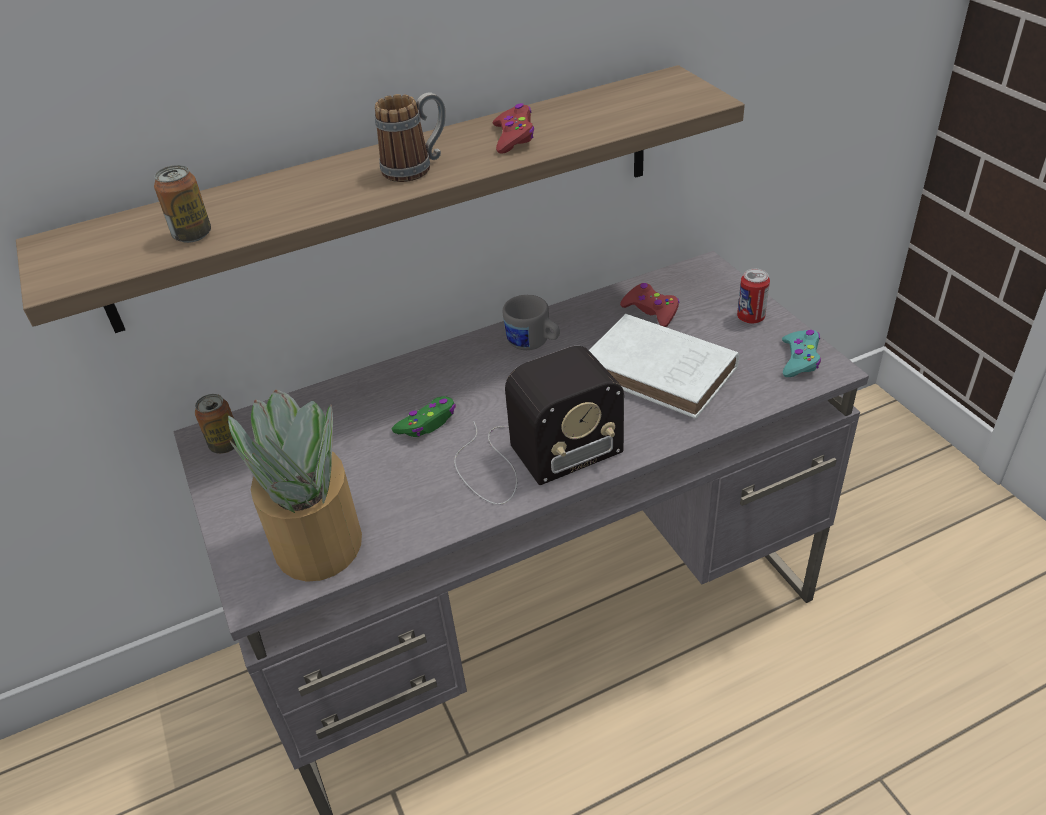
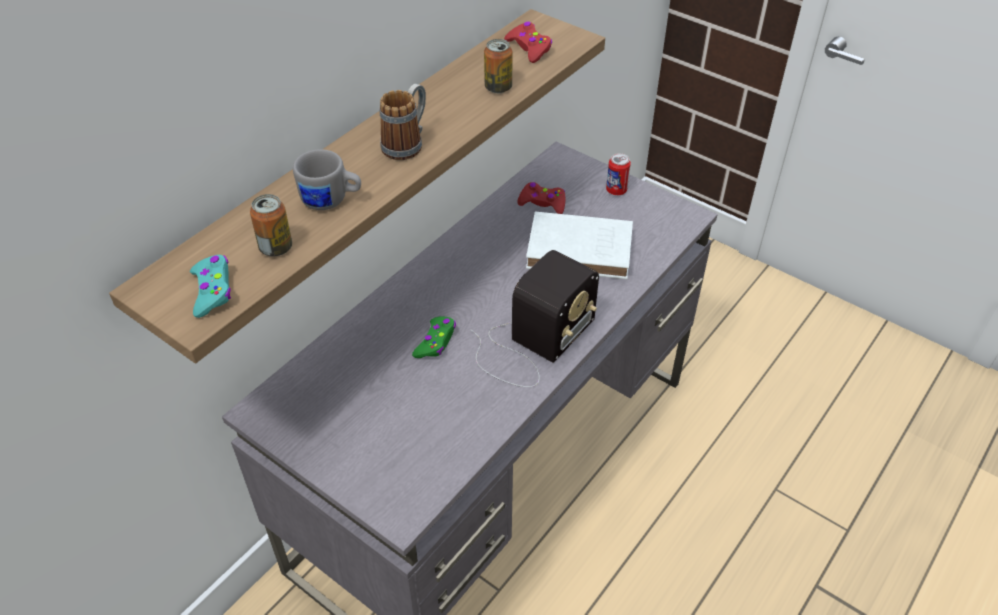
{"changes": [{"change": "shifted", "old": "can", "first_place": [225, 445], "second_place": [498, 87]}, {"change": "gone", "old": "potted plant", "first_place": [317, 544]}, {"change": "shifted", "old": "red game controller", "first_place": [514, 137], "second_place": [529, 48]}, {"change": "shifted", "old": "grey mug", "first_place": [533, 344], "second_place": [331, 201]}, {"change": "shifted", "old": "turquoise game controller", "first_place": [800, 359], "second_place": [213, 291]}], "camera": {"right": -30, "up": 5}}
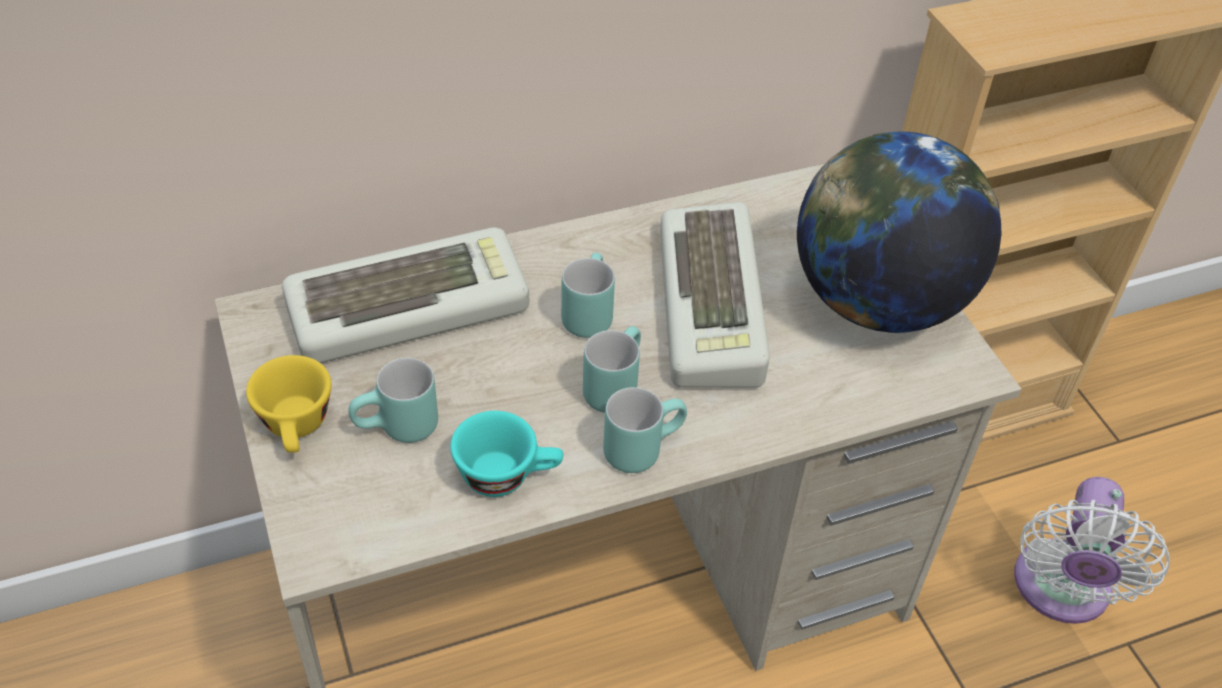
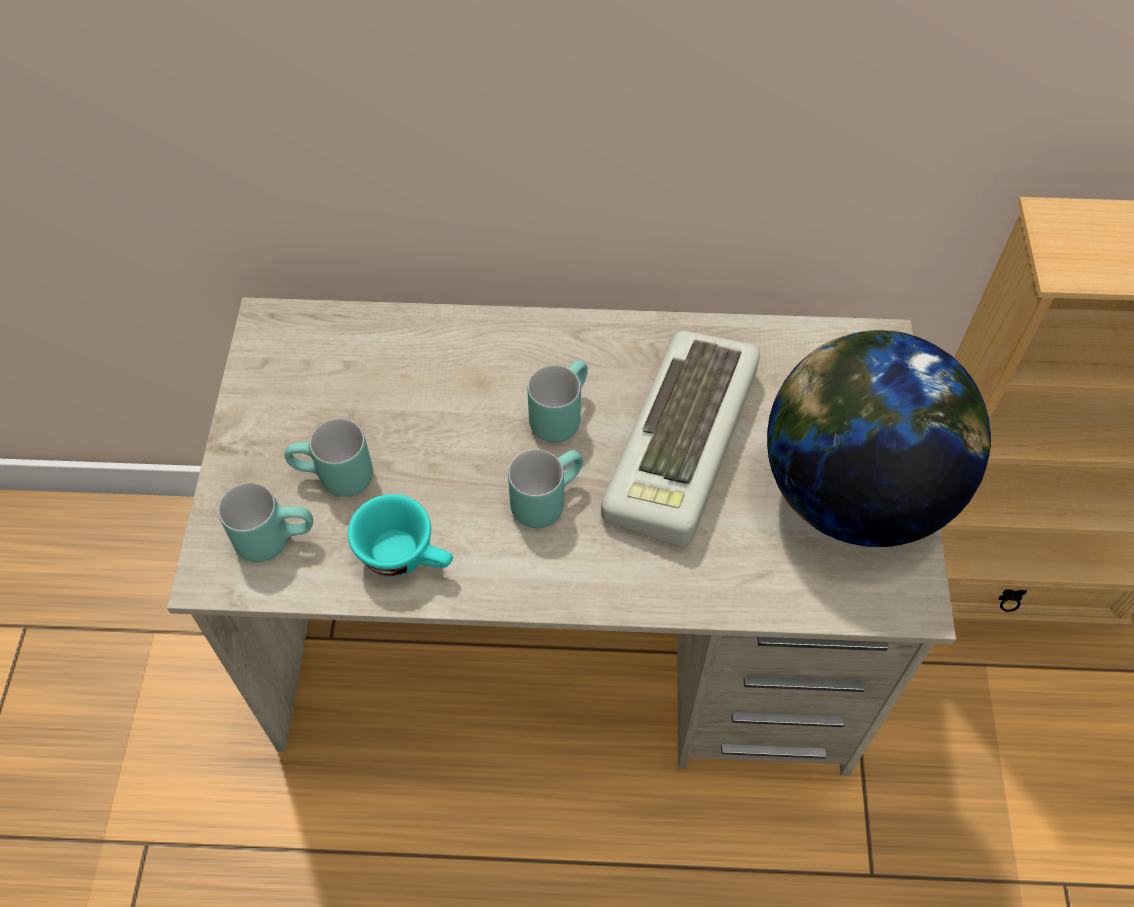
{"changes": [{"change": "gone", "old": "yellow cup", "first_place": [297, 428]}, {"change": "gone", "old": "keyboard", "first_place": [410, 305]}, {"change": "shifted", "old": "turquoise mug", "first_place": [641, 446], "second_place": [275, 536]}, {"change": "gone", "old": "white fan", "first_place": [1060, 591]}], "camera": {"right": 25, "up": 10}}
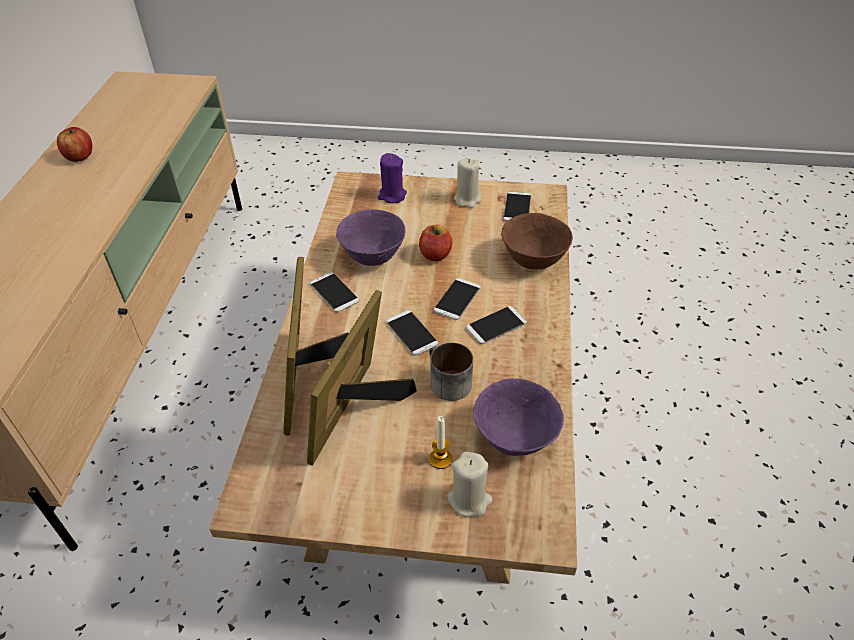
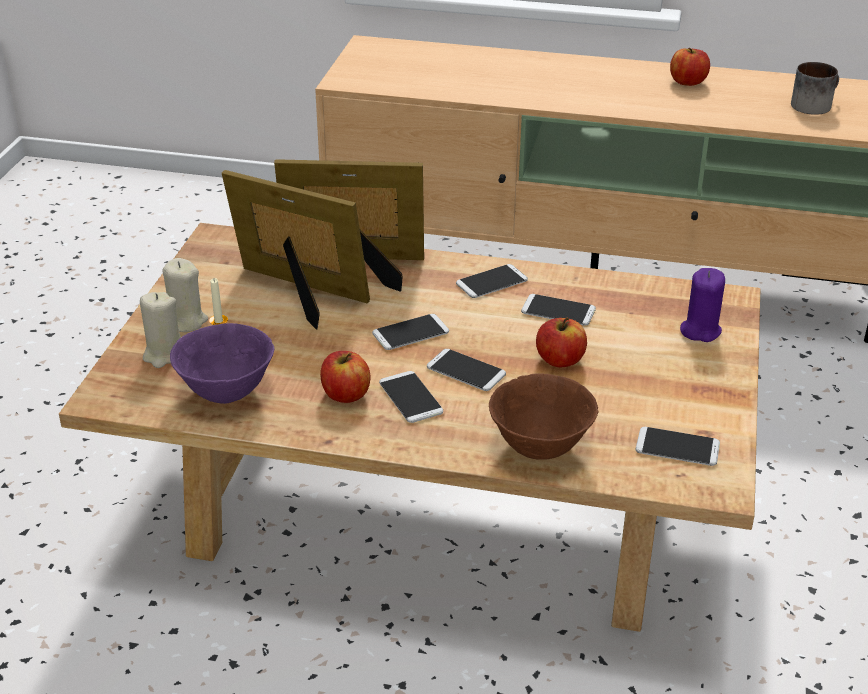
{"changes": [{"change": "swapped", "old": "purple bowl", "new": "phone", "first_place": [373, 257], "second_place": [558, 311]}, {"change": "shifted", "old": "mug", "first_place": [446, 382], "second_place": [813, 104]}, {"change": "shifted", "old": "beige candle", "first_place": [467, 199], "second_place": [185, 321]}, {"change": "new", "new": "apple", "second_place": [345, 394]}], "camera": {"right": 95, "up": -10}}
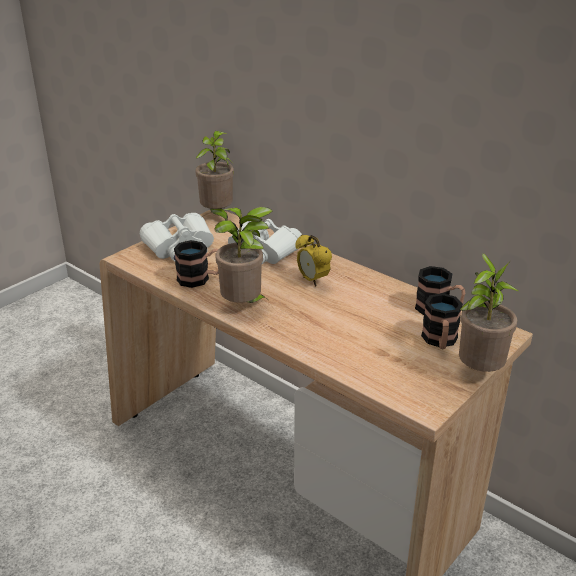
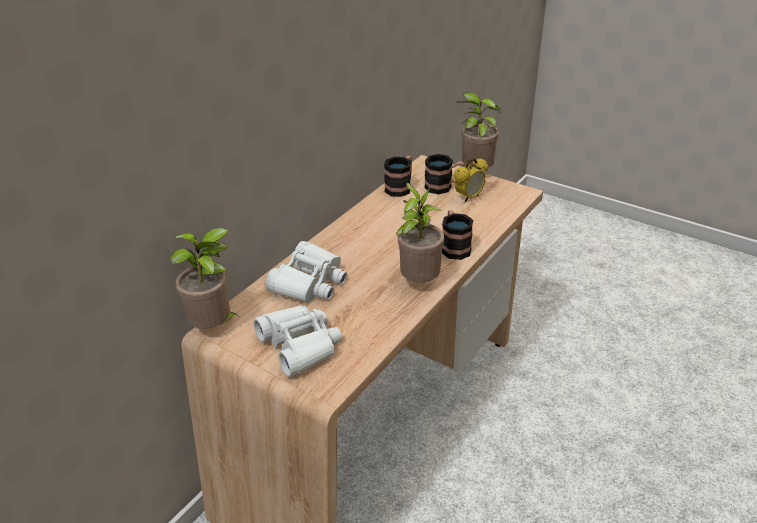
{"changes": [{"change": "shifted", "old": "mug", "first_place": [200, 279], "second_place": [454, 246]}, {"change": "shifted", "old": "alarm clock", "first_place": [312, 281], "second_place": [469, 197]}], "camera": {"right": -95, "up": 5}}
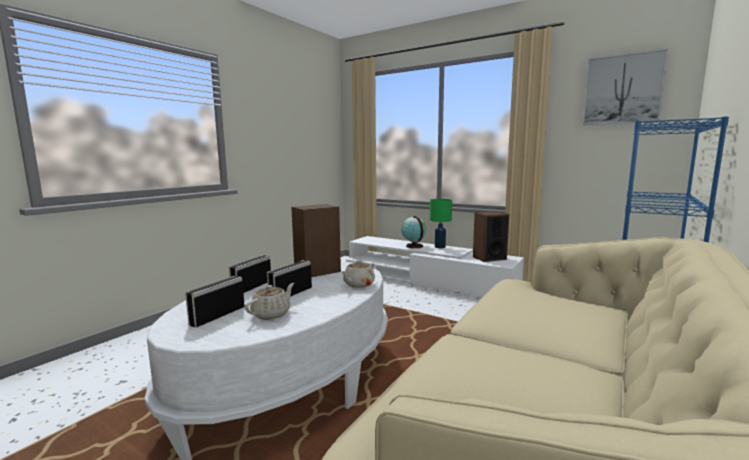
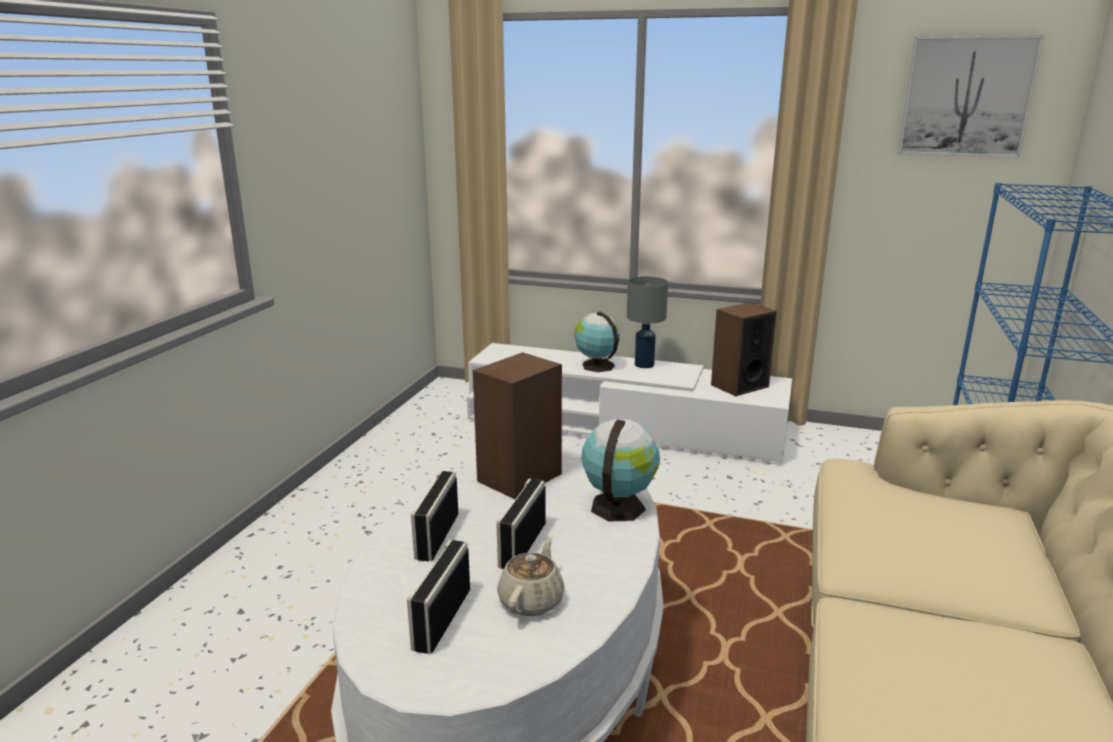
{"changes": [{"change": "swapped", "old": "beige teapot", "new": "globe", "first_place": [358, 284], "second_place": [618, 505]}, {"change": "repainted", "old": "green table lamp", "new": "grey table lamp", "first_place": [439, 247], "second_place": [643, 365]}], "camera": {"right": -15, "up": 10}}
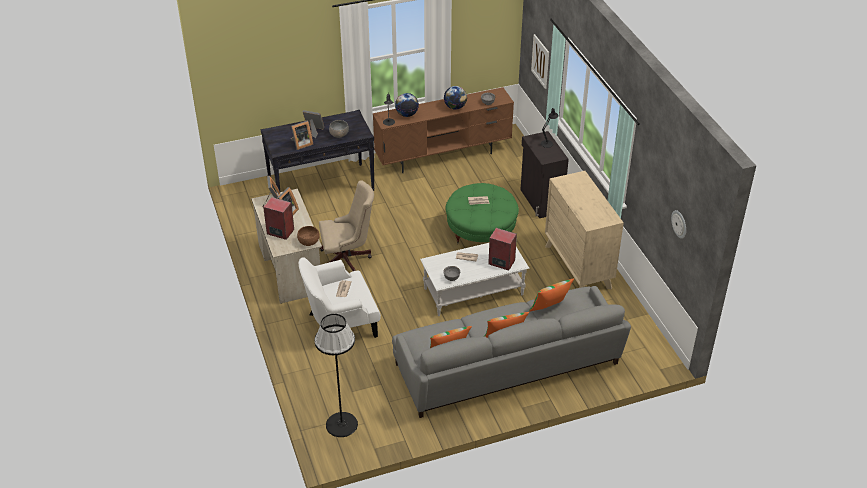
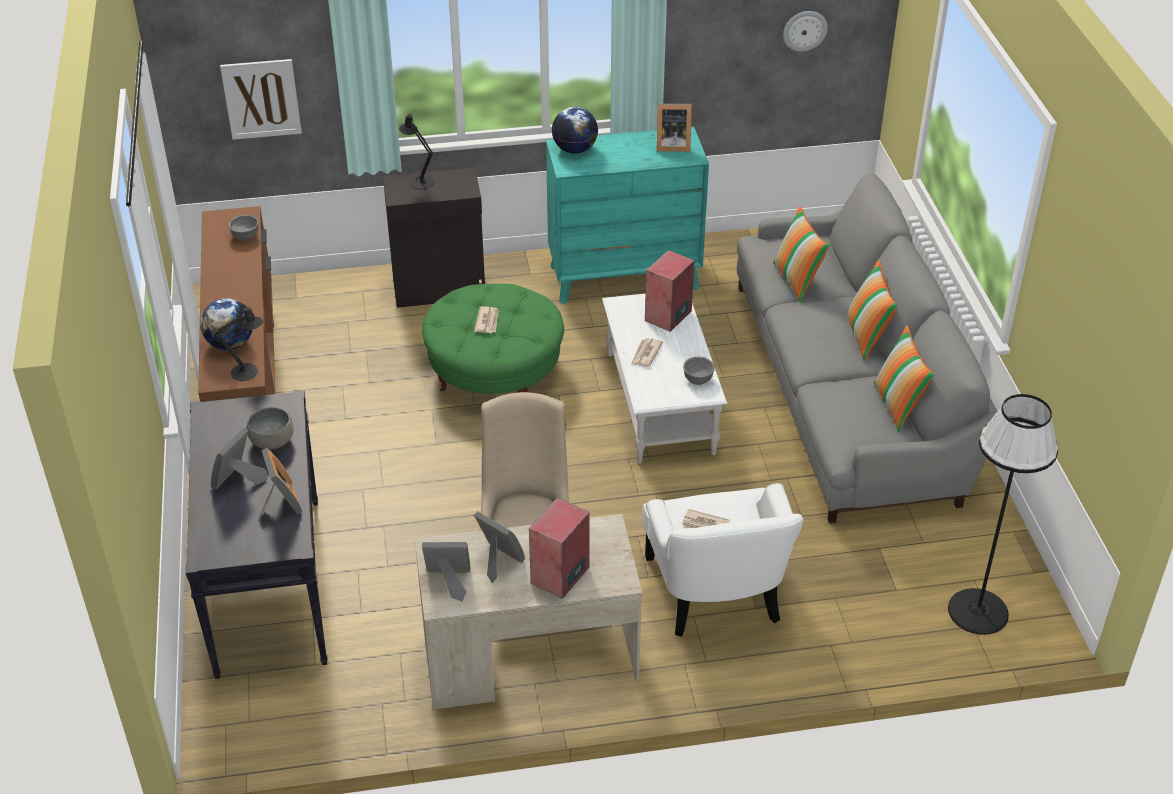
{"changes": [{"change": "gone", "old": "brown bowl", "first_place": [309, 242]}, {"change": "shifted", "old": "globe", "first_place": [455, 107], "second_place": [575, 149]}, {"change": "repainted", "old": "beige dresser", "new": "turquoise dresser", "first_place": [578, 266], "second_place": [624, 277]}, {"change": "new", "new": "picture frame", "second_place": [671, 145]}], "camera": {"right": -80, "up": 0}}
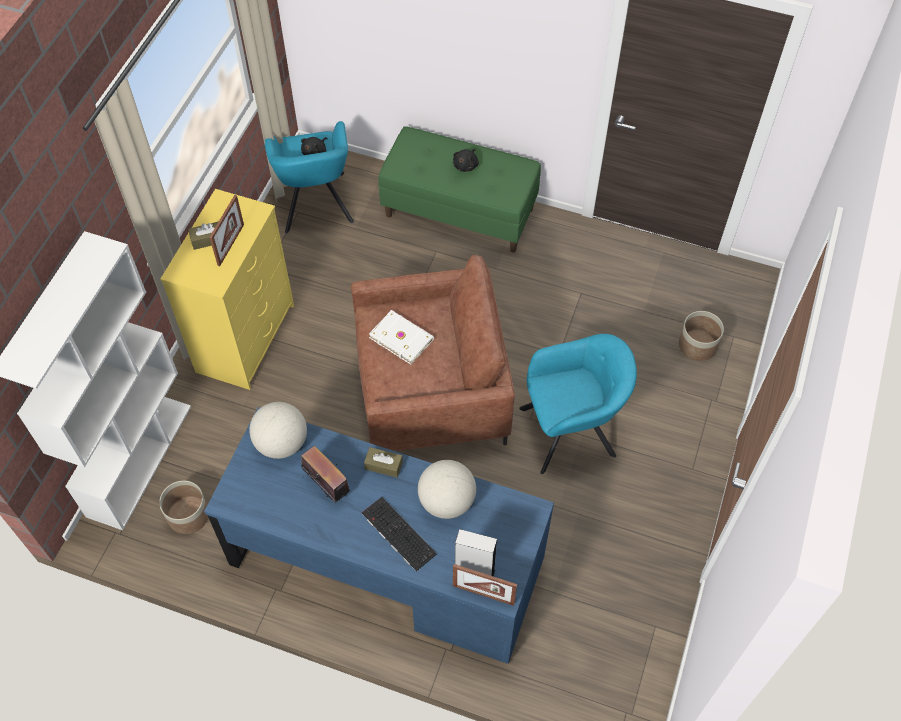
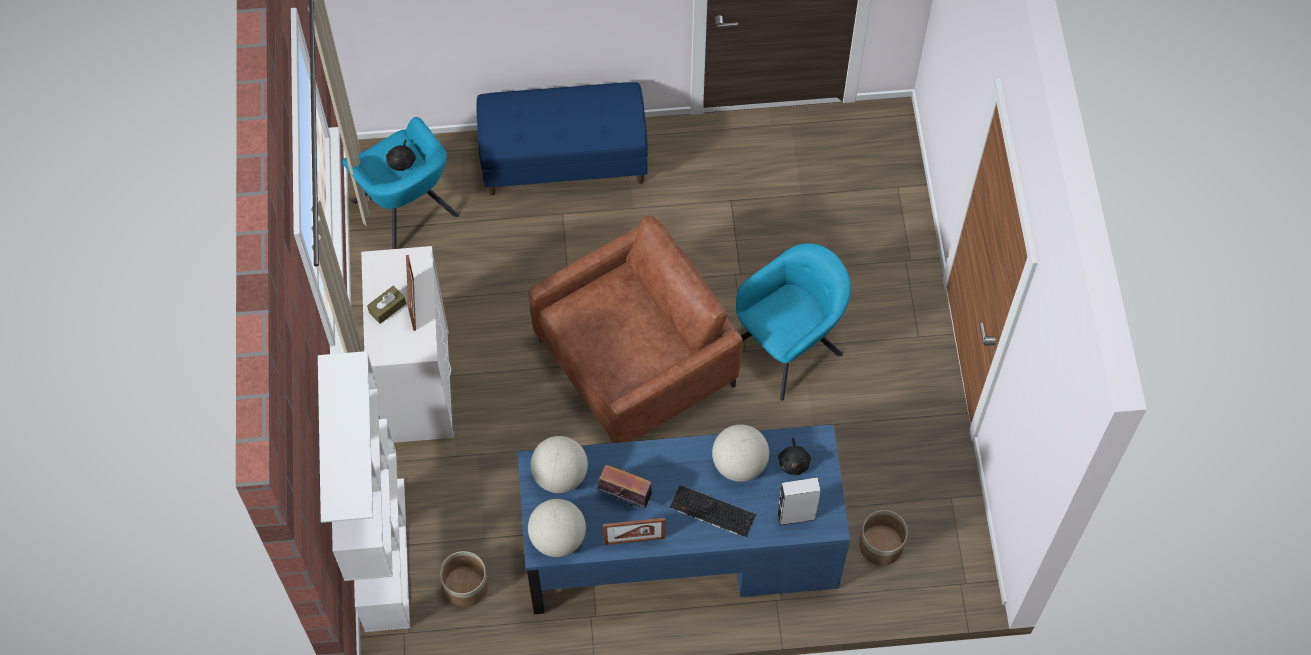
{"changes": [{"change": "repainted", "old": "yellow dresser", "new": "white dresser", "first_place": [246, 337], "second_place": [418, 385]}, {"change": "gone", "old": "brown tissue box", "first_place": [383, 465]}, {"change": "gone", "old": "white book", "first_place": [401, 337]}, {"change": "repainted", "old": "green bench", "new": "blue bench", "first_place": [460, 212], "second_place": [564, 160]}, {"change": "shifted", "old": "black plush toy", "first_place": [466, 165], "second_place": [794, 462]}, {"change": "shifted", "old": "picture frame", "first_place": [483, 594], "second_place": [634, 540]}, {"change": "shifted", "old": "planter", "first_place": [697, 345], "second_place": [881, 545]}, {"change": "new", "new": "globe", "second_place": [558, 538]}], "camera": {"right": -25, "up": 5}}
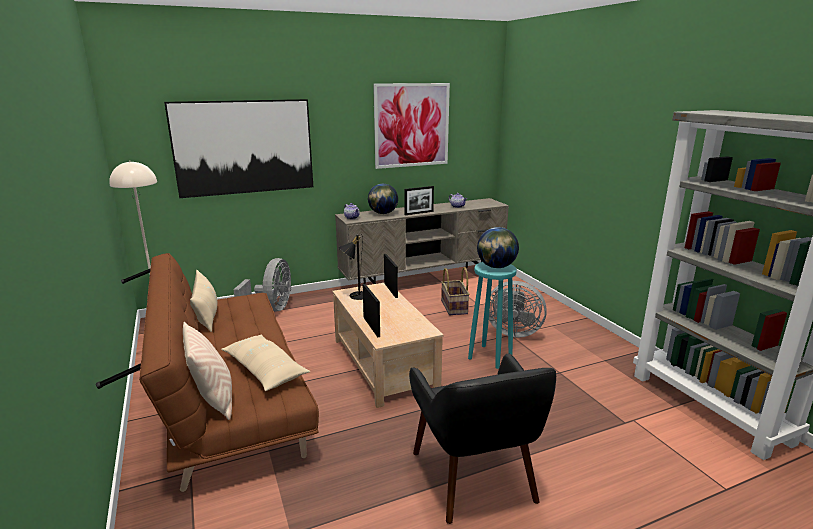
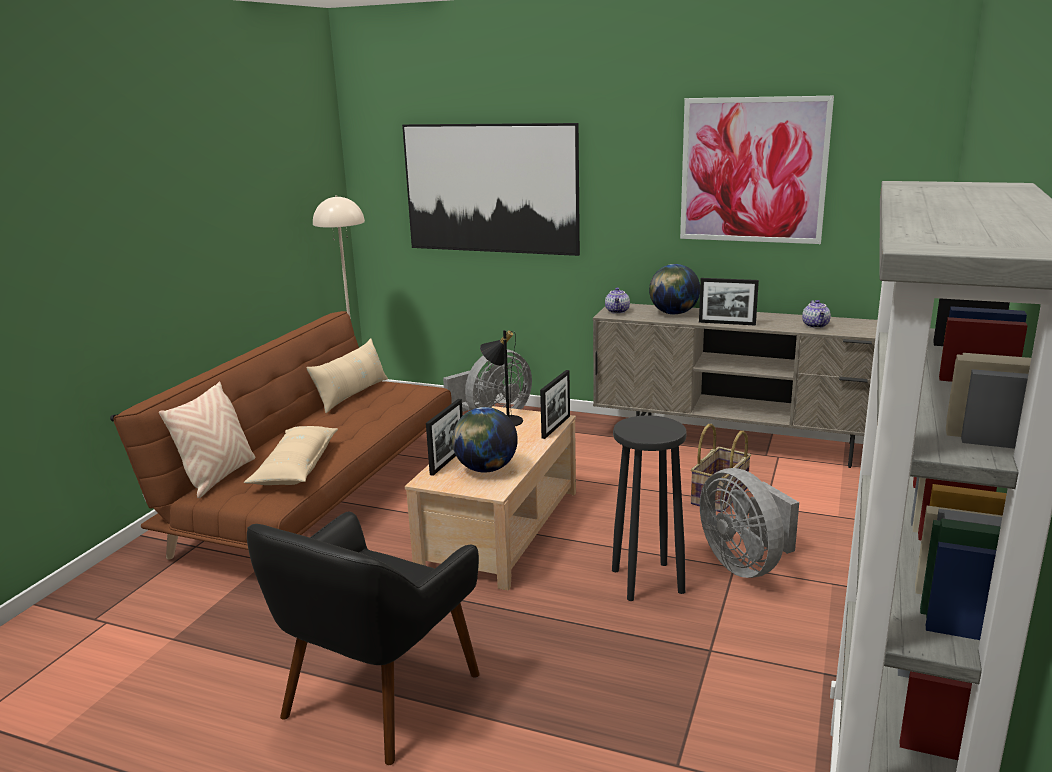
{"changes": [{"change": "repainted", "old": "turquoise stool", "new": "black stool", "first_place": [490, 356], "second_place": [646, 581]}, {"change": "shifted", "old": "globe", "first_place": [496, 267], "second_place": [485, 469]}], "camera": {"right": 45, "up": 0}}
